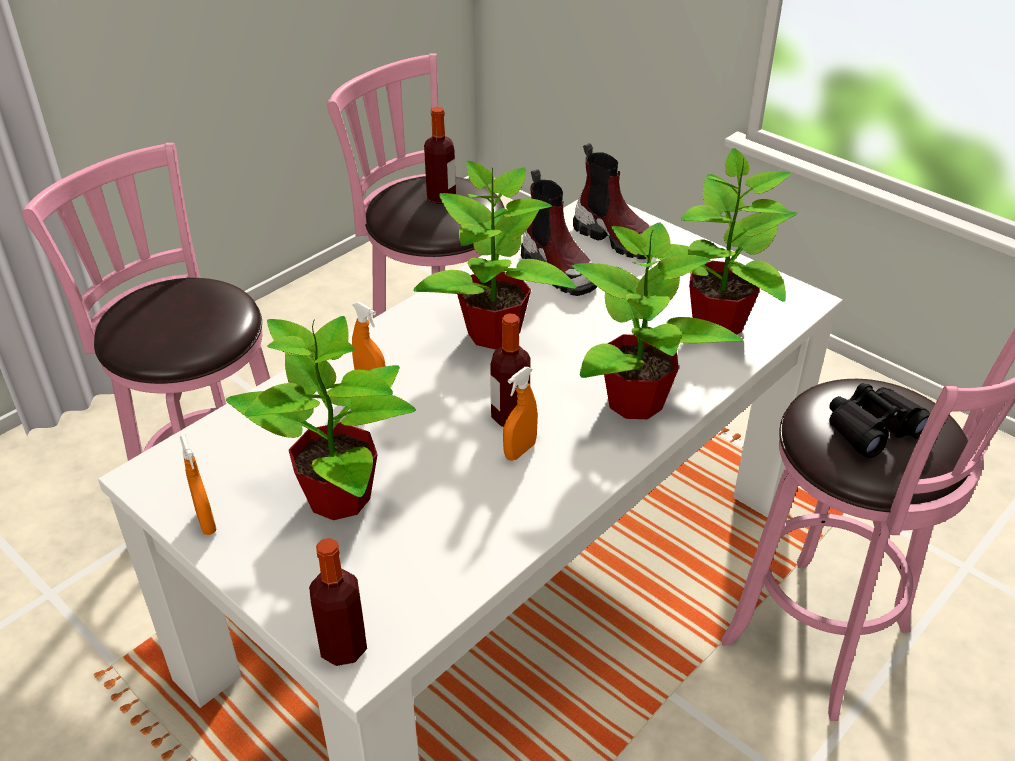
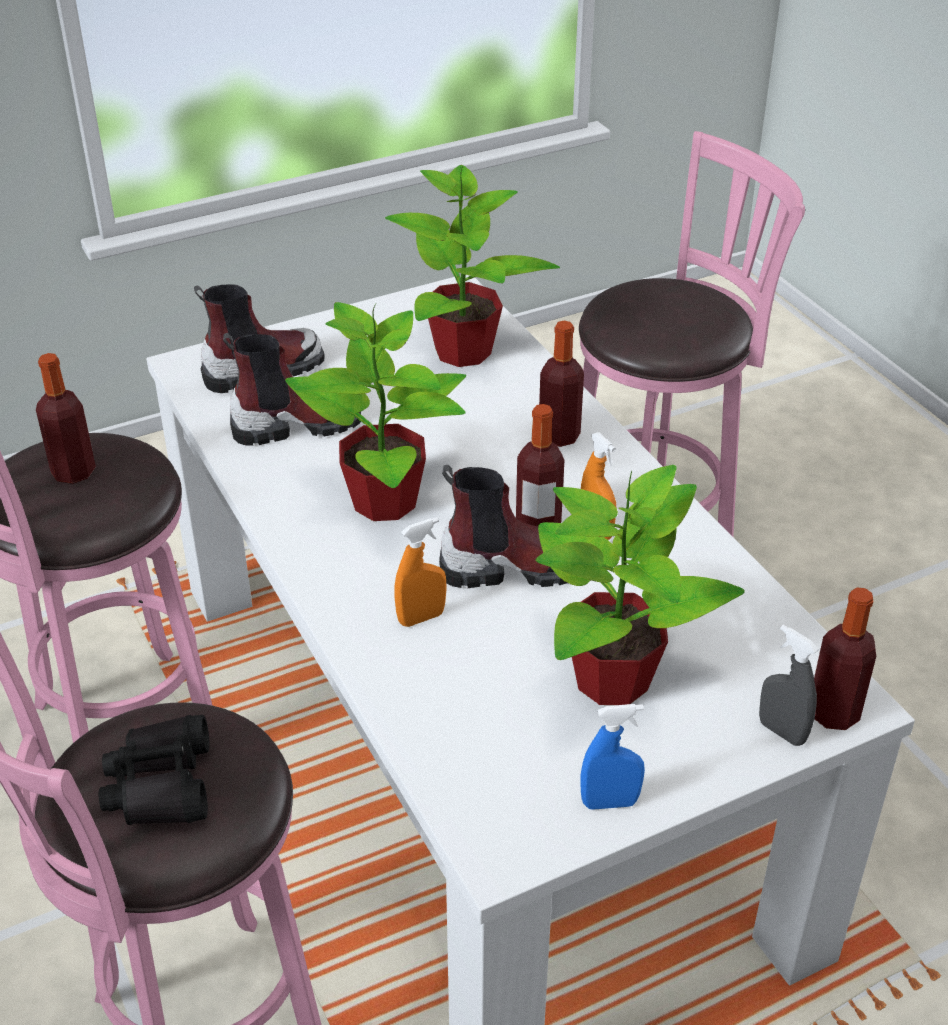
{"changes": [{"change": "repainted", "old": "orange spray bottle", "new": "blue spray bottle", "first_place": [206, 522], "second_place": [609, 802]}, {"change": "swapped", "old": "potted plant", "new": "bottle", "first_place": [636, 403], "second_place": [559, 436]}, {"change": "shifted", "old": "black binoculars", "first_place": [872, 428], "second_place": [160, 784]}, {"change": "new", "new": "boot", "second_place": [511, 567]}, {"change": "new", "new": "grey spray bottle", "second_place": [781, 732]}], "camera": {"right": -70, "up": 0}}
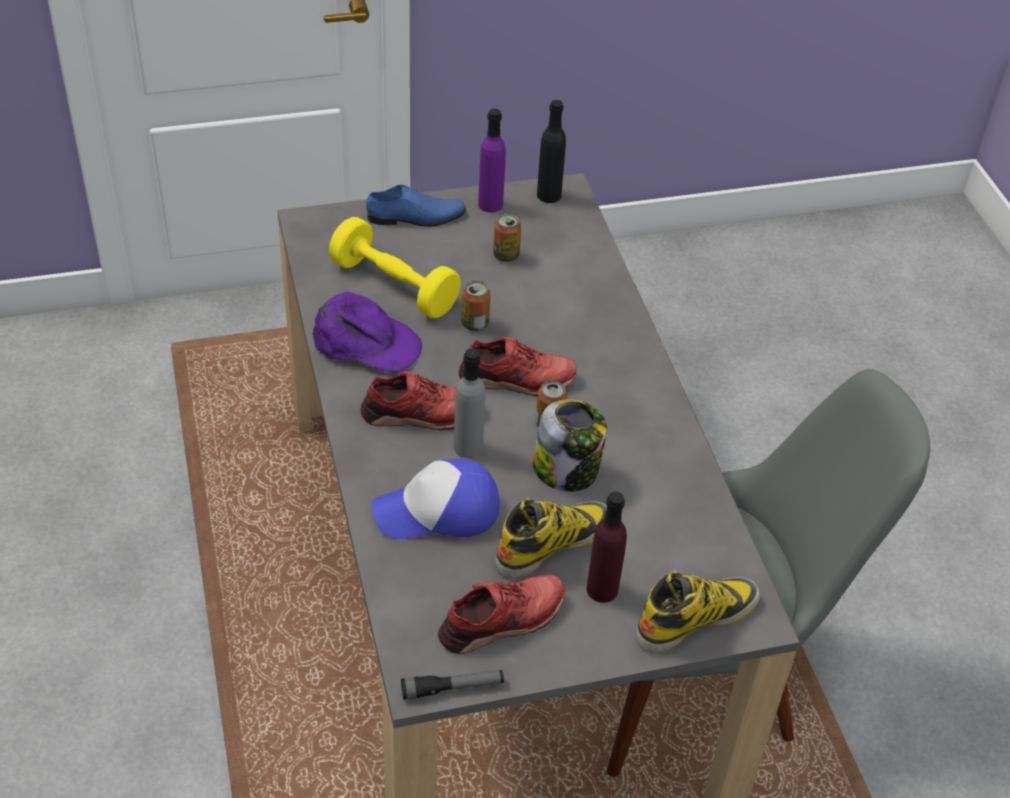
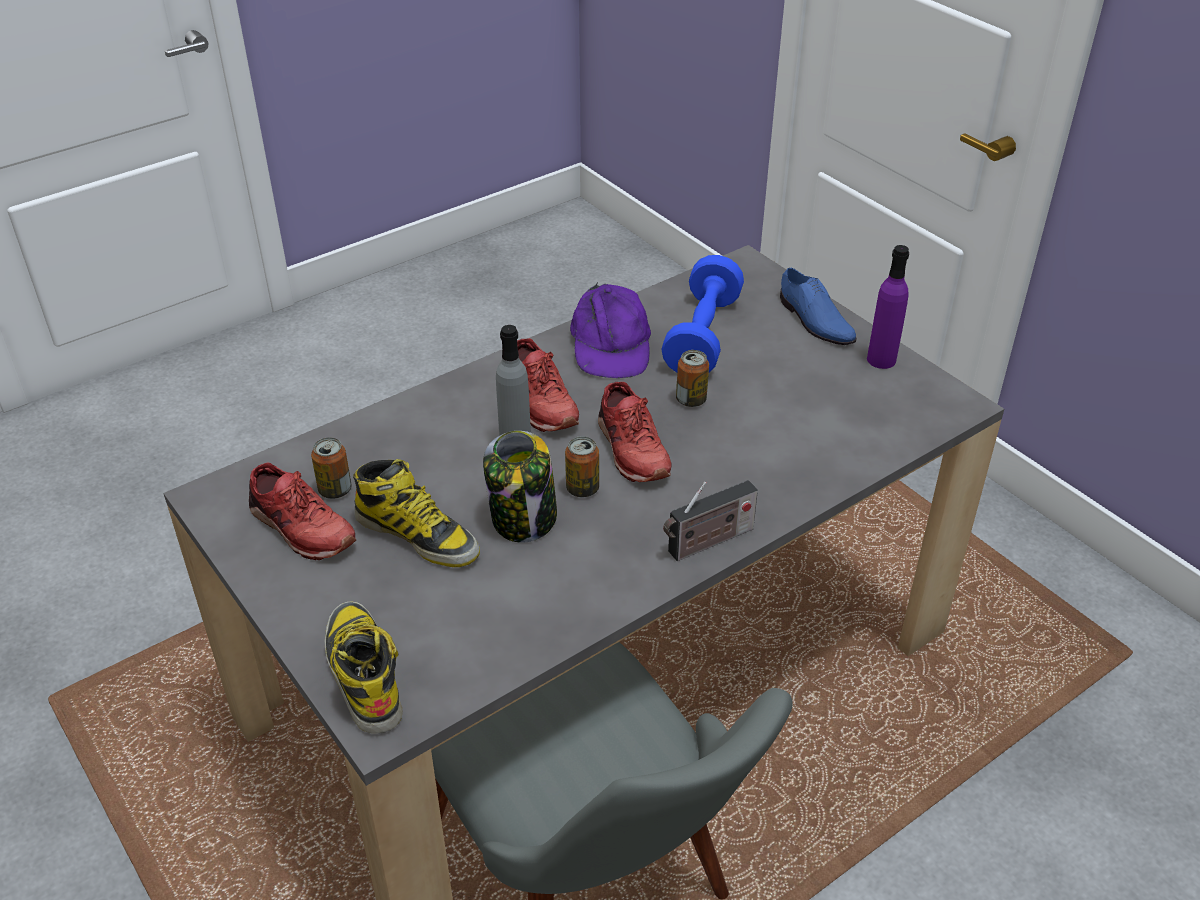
{"changes": [{"change": "repainted", "old": "yellow dumbbell", "new": "blue dumbbell", "first_place": [394, 286], "second_place": [702, 336]}, {"change": "gone", "old": "cap", "first_place": [438, 511]}, {"change": "gone", "old": "flashlight", "first_place": [452, 688]}, {"change": "shifted", "old": "can", "first_place": [506, 255], "second_place": [335, 490]}, {"change": "gone", "old": "black bottle", "first_place": [549, 195]}, {"change": "gone", "old": "purple bottle", "first_place": [602, 589]}, {"change": "rotated", "old": "boot", "first_place": [696, 617], "second_place": [363, 672], "degrees": -150}, {"change": "new", "new": "radio", "second_place": [707, 543]}], "camera": {"right": 70, "up": -5}}
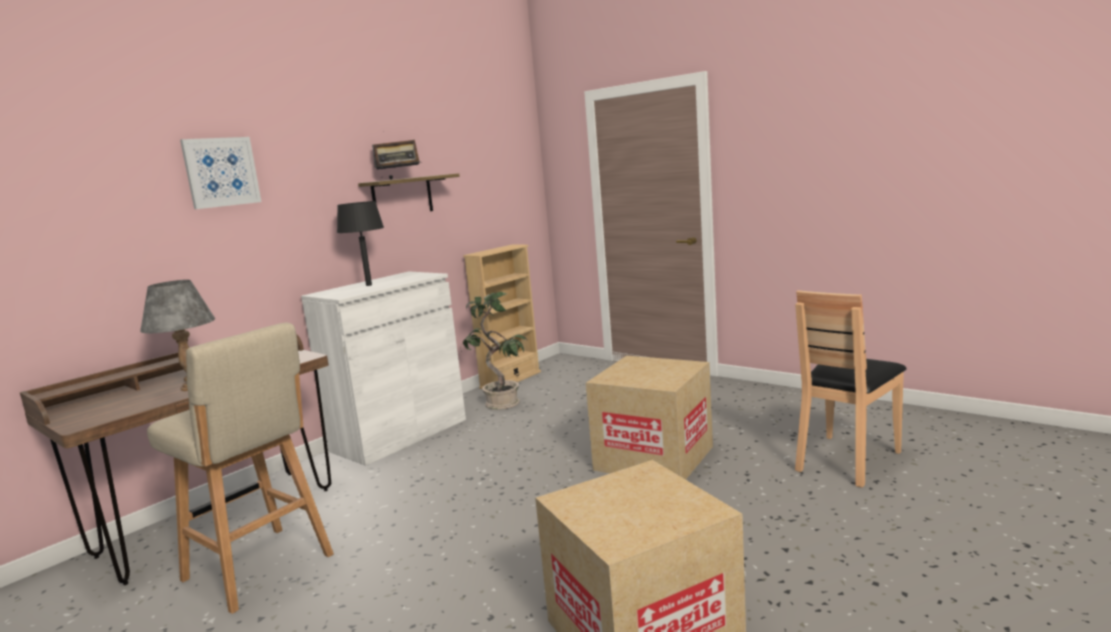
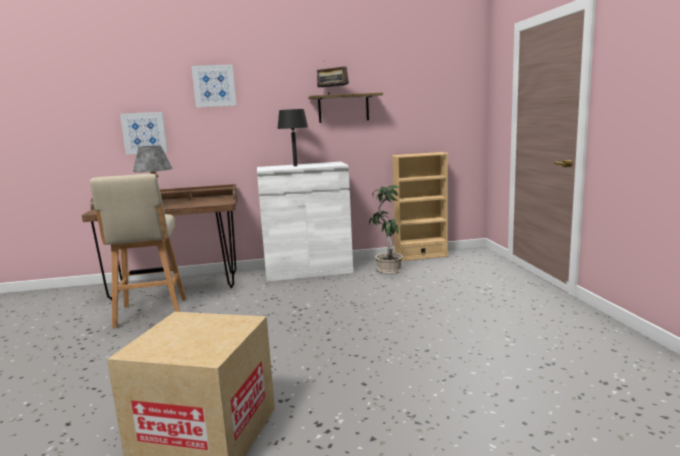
{"changes": [{"change": "gone", "old": "cardboard box", "first_place": [654, 458]}, {"change": "gone", "old": "brown chair", "first_place": [847, 460]}, {"change": "new", "new": "picture", "second_place": [144, 133]}], "camera": {"right": 40, "up": 0}}
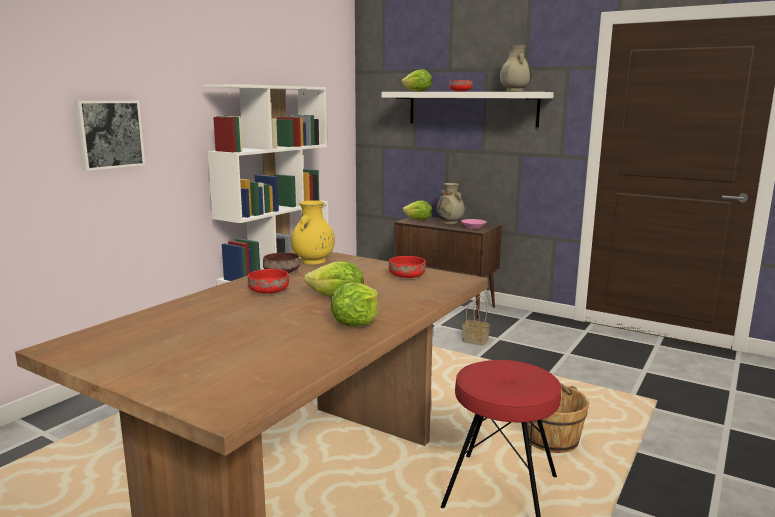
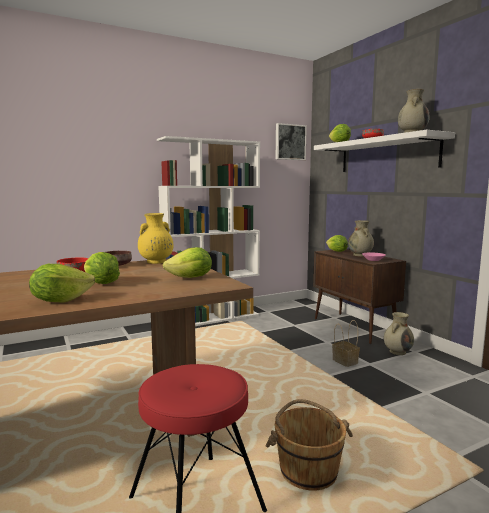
{"changes": [{"change": "shifted", "old": "picture", "first_place": [109, 134], "second_place": [290, 142]}, {"change": "swapped", "old": "red bowl", "new": "lettuce", "first_place": [408, 276], "second_place": [191, 278]}, {"change": "new", "new": "beige vase", "second_place": [397, 352]}], "camera": {"right": 30, "up": -5}}
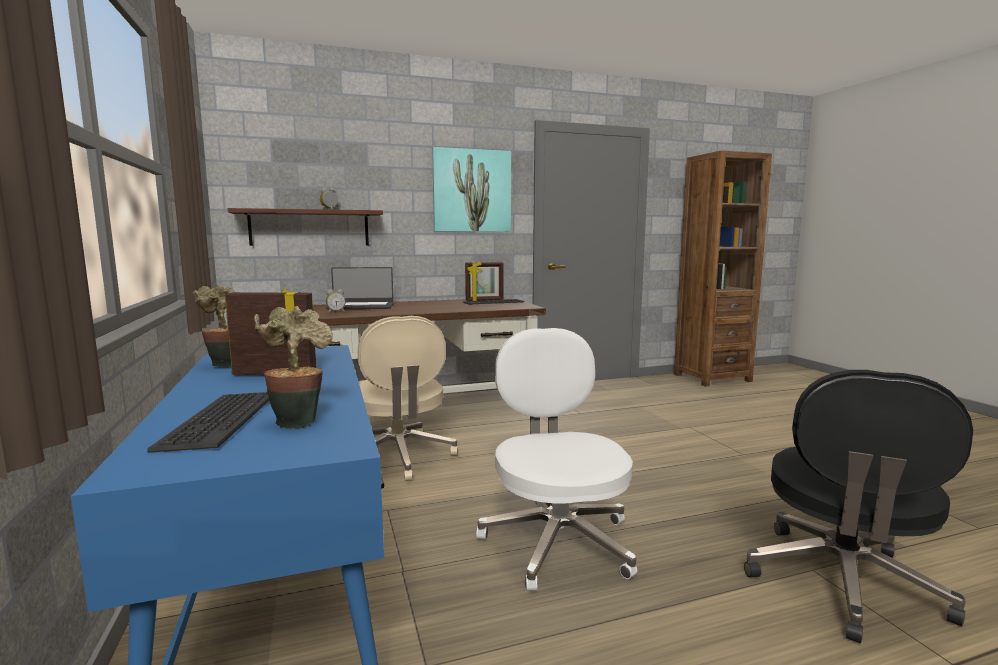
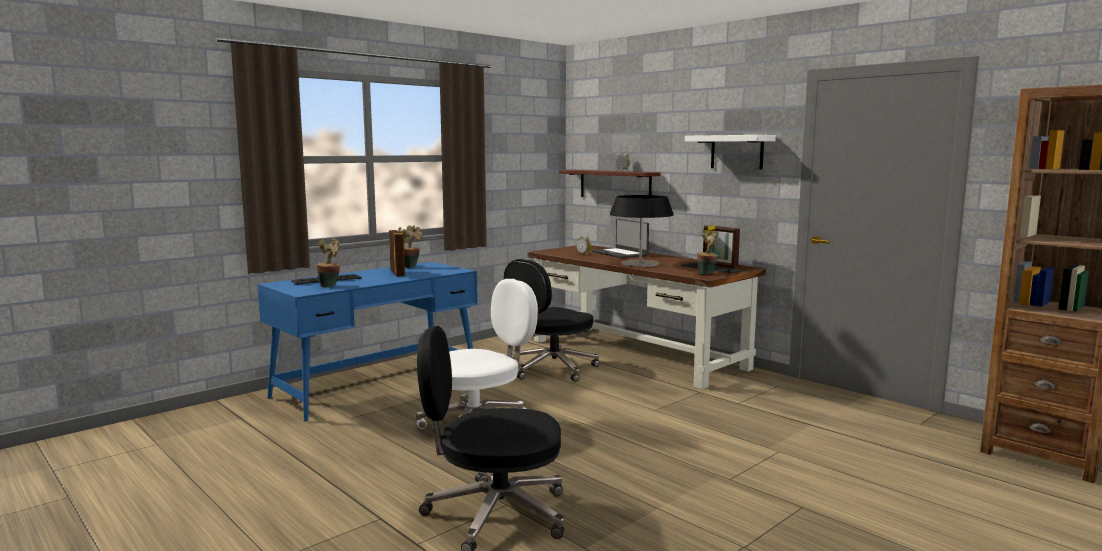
{"changes": [{"change": "repainted", "old": "beige office chair", "new": "black office chair", "first_place": [399, 457], "second_place": [551, 369]}, {"change": "swapped", "old": "picture", "new": "white shelf", "first_place": [472, 190], "second_place": [737, 152]}, {"change": "new", "new": "table lamp", "second_place": [640, 263]}, {"change": "new", "new": "potted plant", "second_place": [707, 273]}], "camera": {"right": 65, "up": 0}}
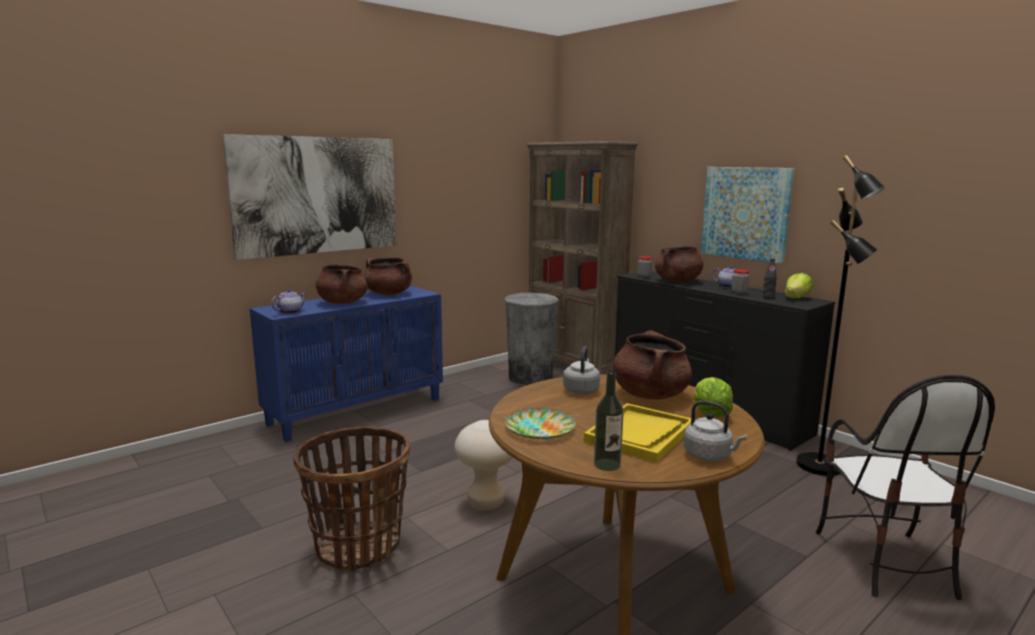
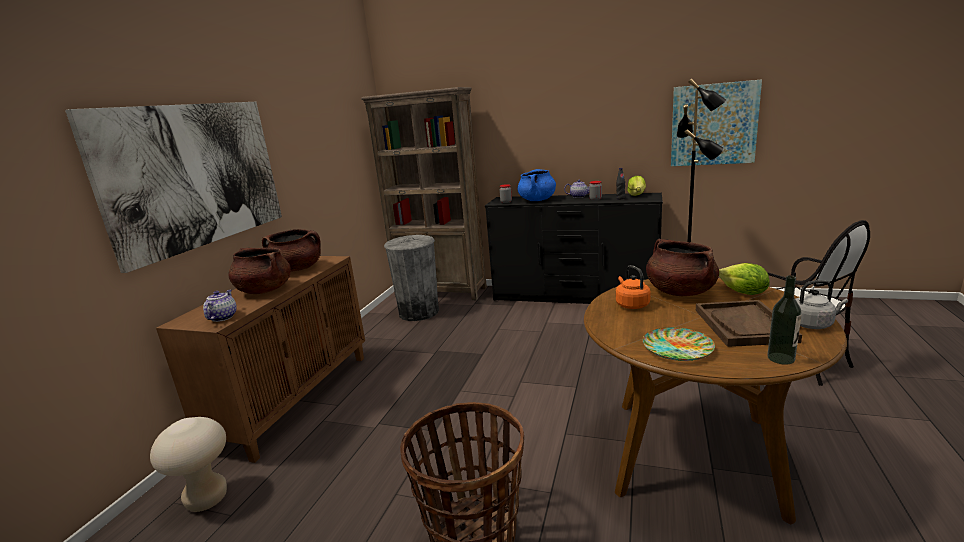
{"changes": [{"change": "repainted", "old": "blue cabinet", "new": "brown cabinet", "first_place": [357, 410], "second_place": [295, 398]}, {"change": "shifted", "old": "beige stool", "first_place": [486, 503], "second_place": [207, 499]}, {"change": "repainted", "old": "grey kettle", "new": "orange kettle", "first_place": [581, 390], "second_place": [631, 304]}, {"change": "repainted", "old": "yellow tray", "new": "brown tray", "first_place": [640, 435], "second_place": [744, 325]}, {"change": "repainted", "old": "brown cooking pot", "new": "blue cooking pot", "first_place": [677, 281], "second_place": [537, 200]}, {"change": "shifted", "old": "picture", "first_place": [746, 213], "second_place": [713, 124]}], "camera": {"right": -30, "up": 5}}
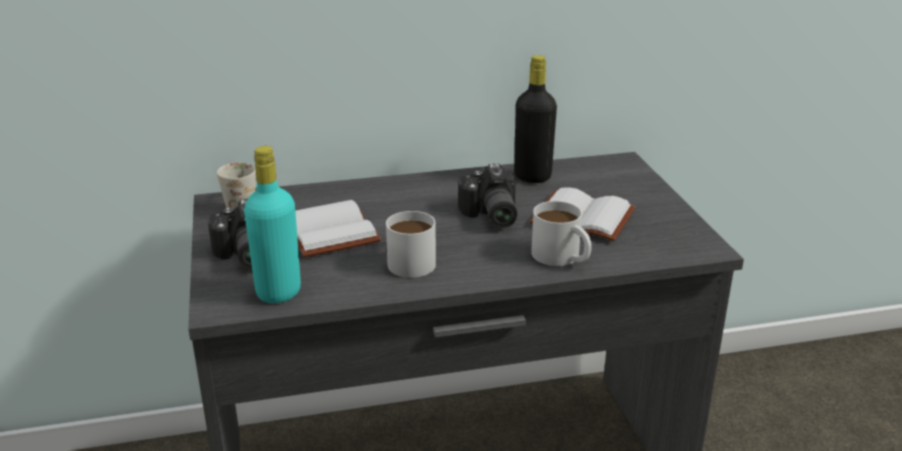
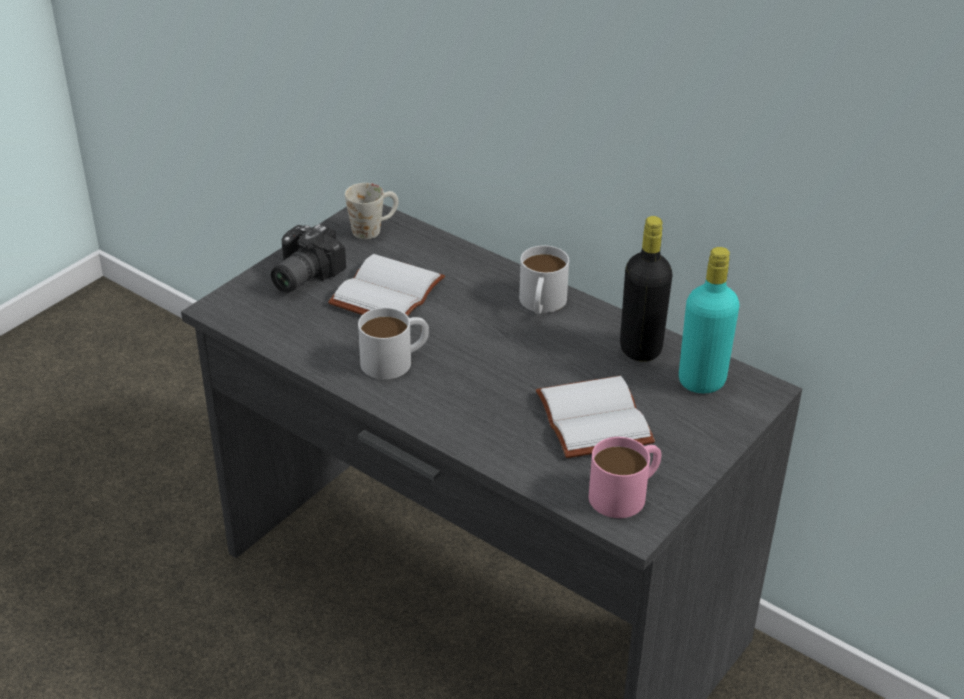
{"changes": [{"change": "shifted", "old": "turquoise bottle", "first_place": [278, 292], "second_place": [701, 381]}, {"change": "gone", "old": "photo camera", "first_place": [489, 216]}, {"change": "shifted", "old": "white mug", "first_place": [562, 257], "second_place": [541, 304]}, {"change": "new", "new": "pink mug", "second_place": [626, 493]}], "camera": {"right": 50, "up": 10}}
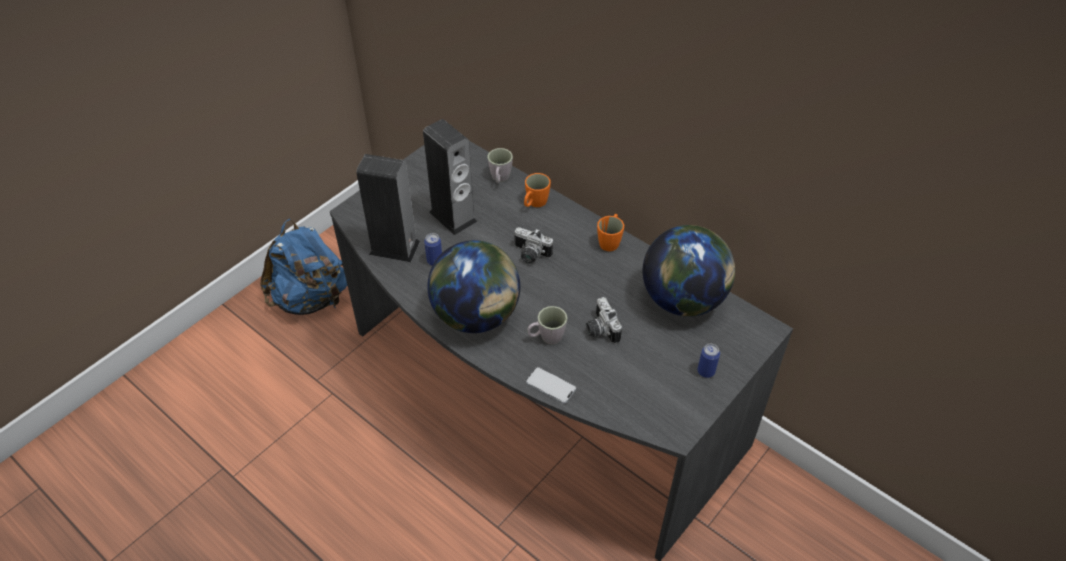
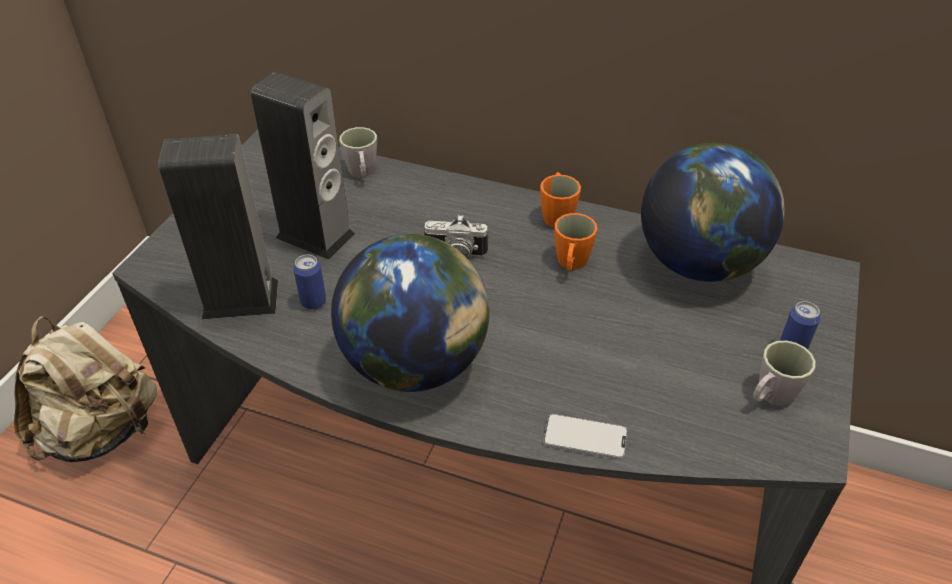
{"changes": [{"change": "repainted", "old": "blue backpack", "new": "beige backpack", "first_place": [311, 298], "second_place": [102, 432]}, {"change": "shifted", "old": "orange mug", "first_place": [534, 203], "second_place": [571, 264]}, {"change": "shifted", "old": "grey mug", "first_place": [546, 337], "second_place": [770, 396]}, {"change": "gone", "old": "photo camera", "first_place": [600, 329]}], "camera": {"right": -20, "up": -5}}
